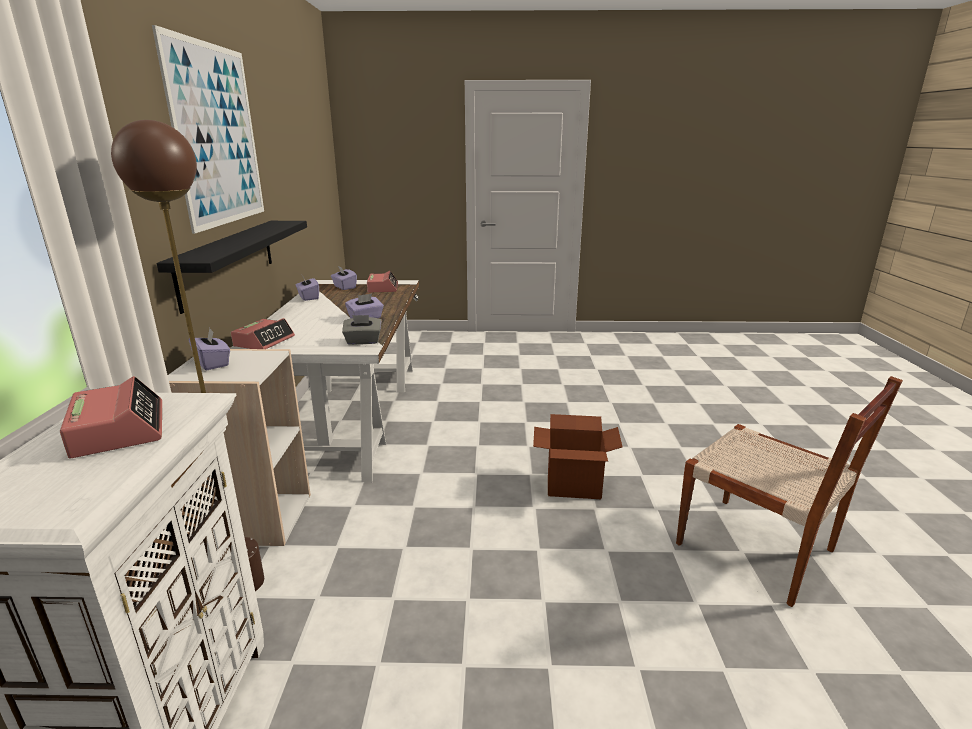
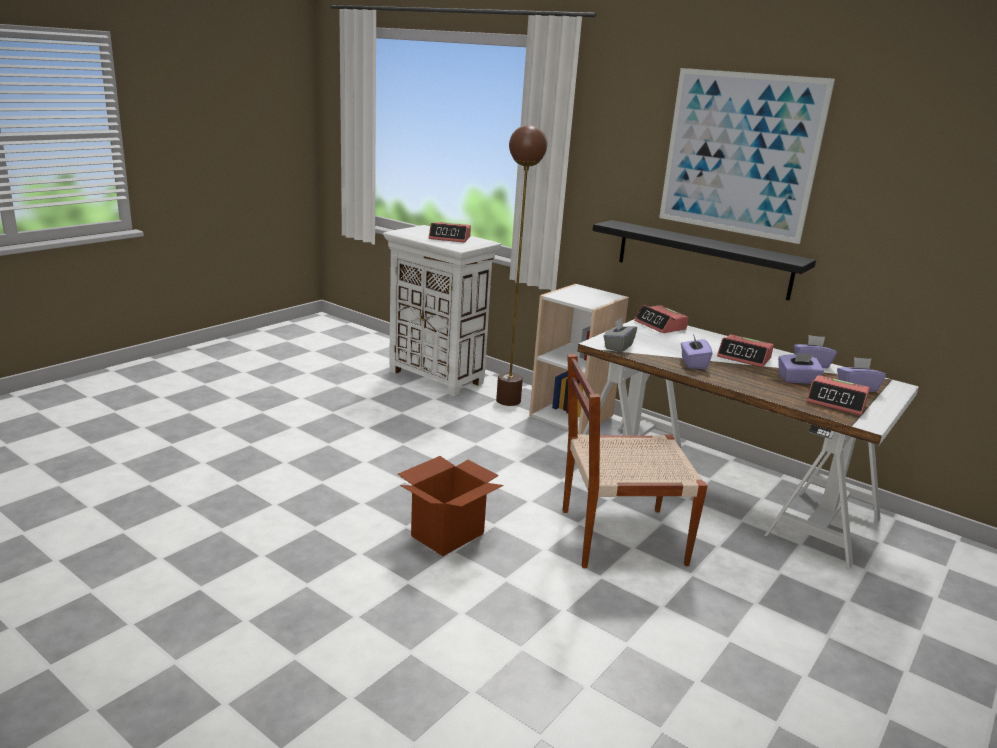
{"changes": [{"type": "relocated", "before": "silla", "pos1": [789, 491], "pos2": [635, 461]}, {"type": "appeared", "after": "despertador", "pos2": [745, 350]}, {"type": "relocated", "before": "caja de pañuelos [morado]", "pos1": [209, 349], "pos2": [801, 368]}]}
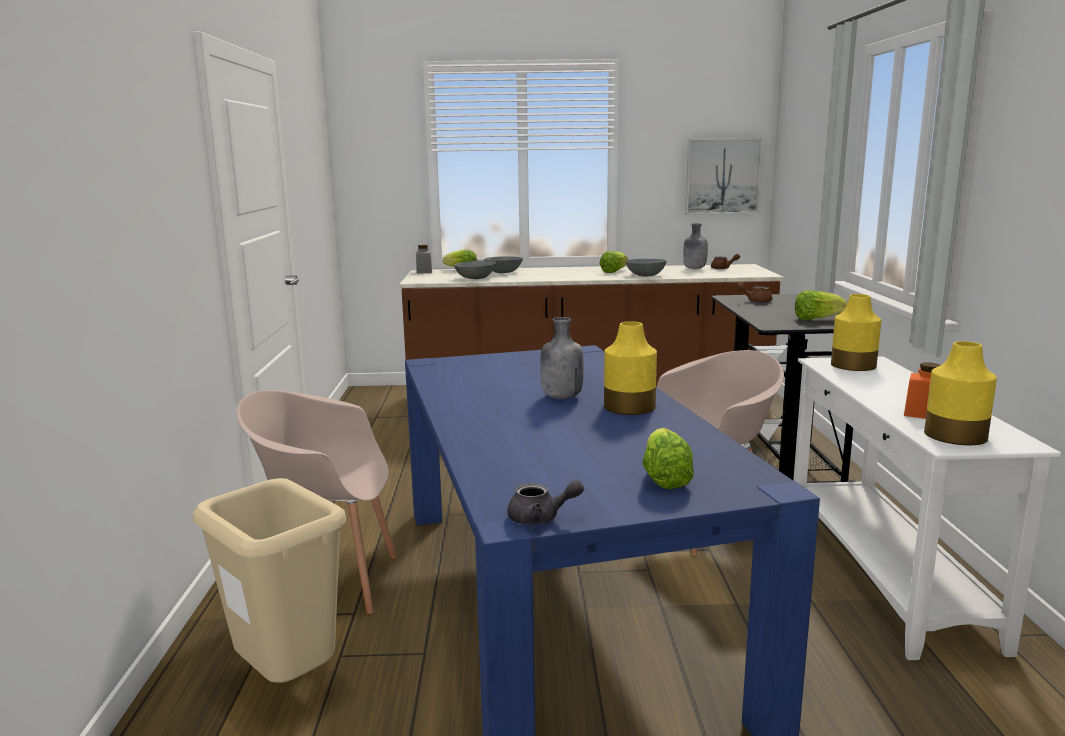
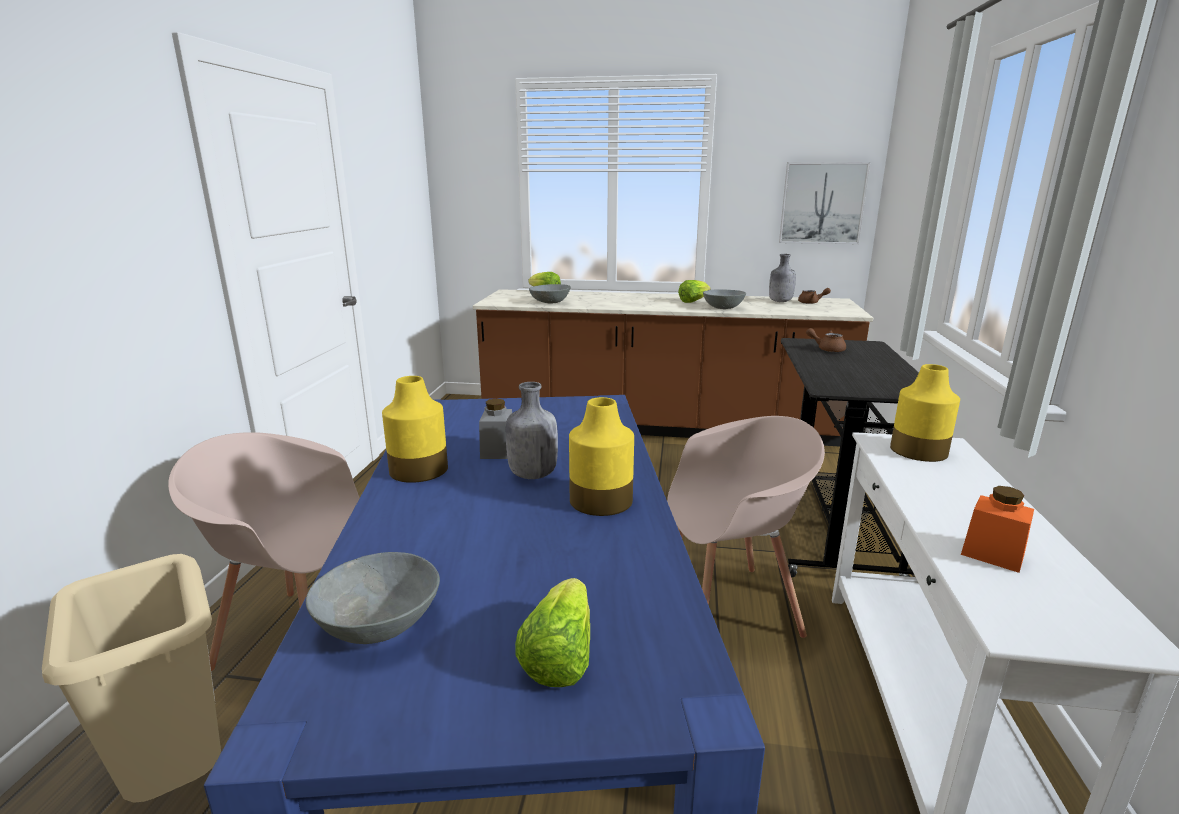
{"changes": [{"type": "relocated", "before": "cuenco [gris]", "pos1": [503, 264], "pos2": [373, 598]}, {"type": "relocated", "before": "florero [amarillo]", "pos1": [960, 393], "pos2": [415, 429]}, {"type": "relocated", "before": "tarro [gris]", "pos1": [424, 259], "pos2": [495, 428]}, {"type": "missing", "before": "tetera [gris]", "pos1": [546, 502]}, {"type": "missing", "before": "lechuga", "pos1": [821, 305]}]}
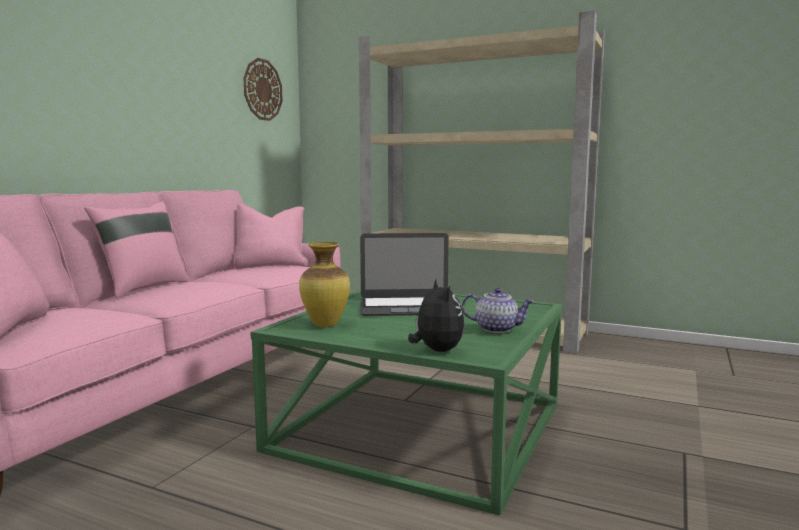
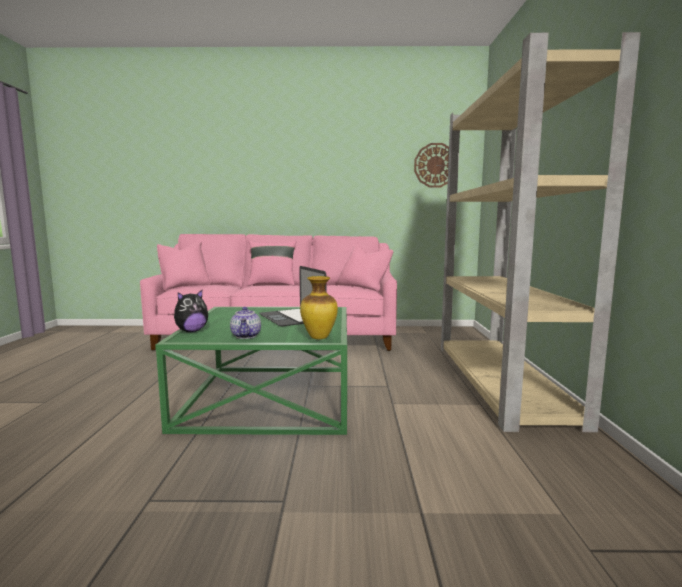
{"changes": [{"type": "relocated", "before": "florero", "pos1": [324, 284], "pos2": [319, 307]}]}
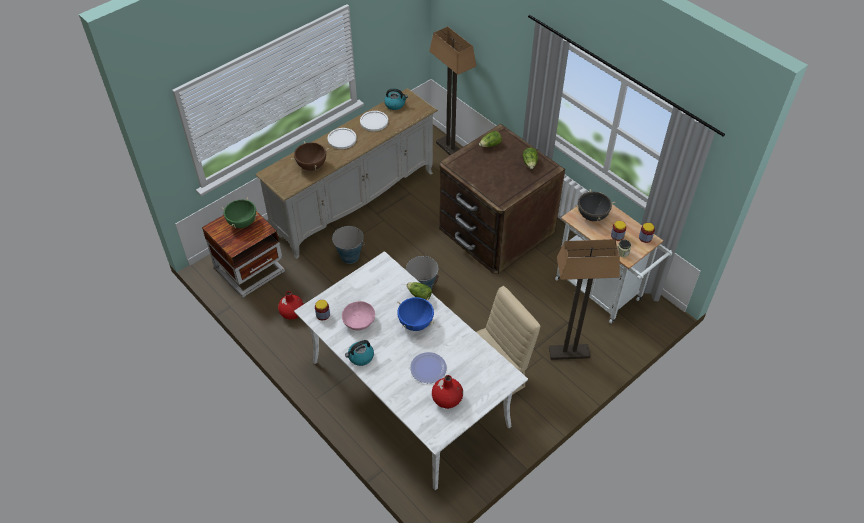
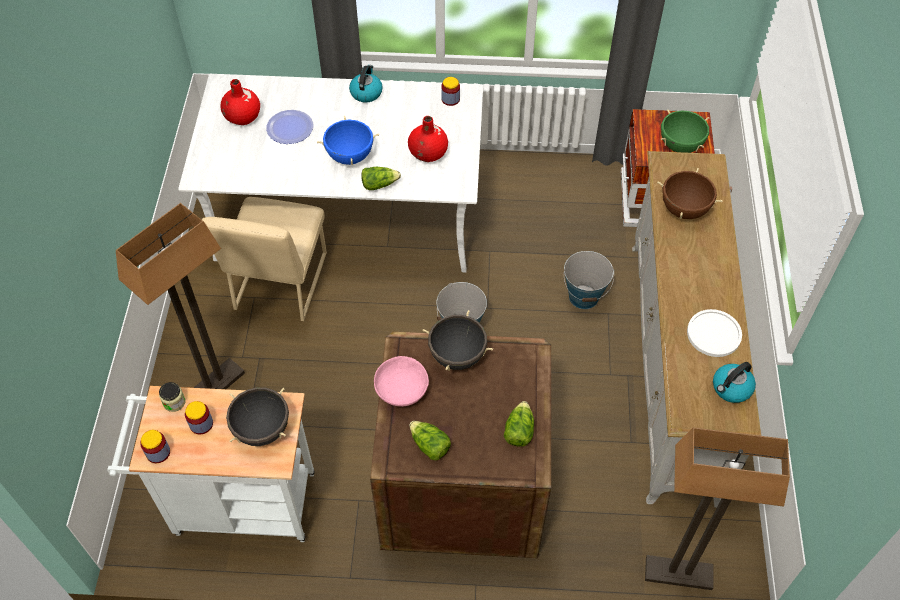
{"changes": [{"type": "relocated", "before": "cuenco [rosa]", "pos1": [358, 315], "pos2": [401, 381]}, {"type": "relocated", "before": "florero [rojo]", "pos1": [291, 305], "pos2": [428, 139]}, {"type": "appeared", "after": "olla [negro]", "pos2": [458, 340]}, {"type": "missing", "before": "plato [blanco]", "pos1": [342, 138]}]}
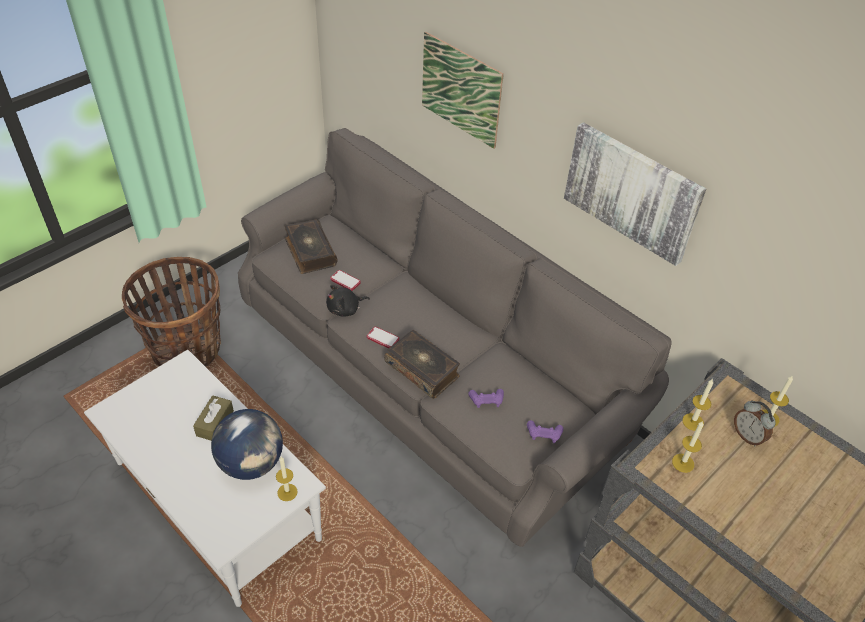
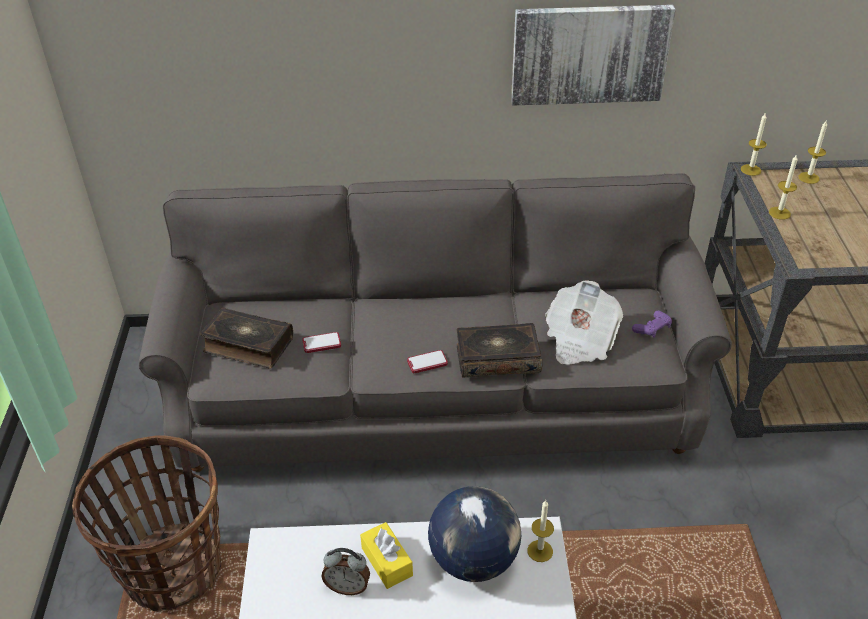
{"changes": [{"type": "relocated", "before": "despertador", "pos1": [755, 423], "pos2": [346, 571]}, {"type": "colour", "before": "caja de pañuelos [marrón]", "after": "caja de pañuelos [amarillo]", "pos1": [213, 418], "pos2": [386, 555]}, {"type": "exchanged", "before": "mando de consola [morado]", "after": "periódico", "pos1": [486, 398], "pos2": [584, 322]}, {"type": "relocated", "before": "vela", "pos1": [688, 447], "pos2": [754, 144]}, {"type": "missing", "before": "peluche [negro]", "pos1": [348, 301]}, {"type": "missing", "before": "cuadro", "pos1": [463, 90]}]}
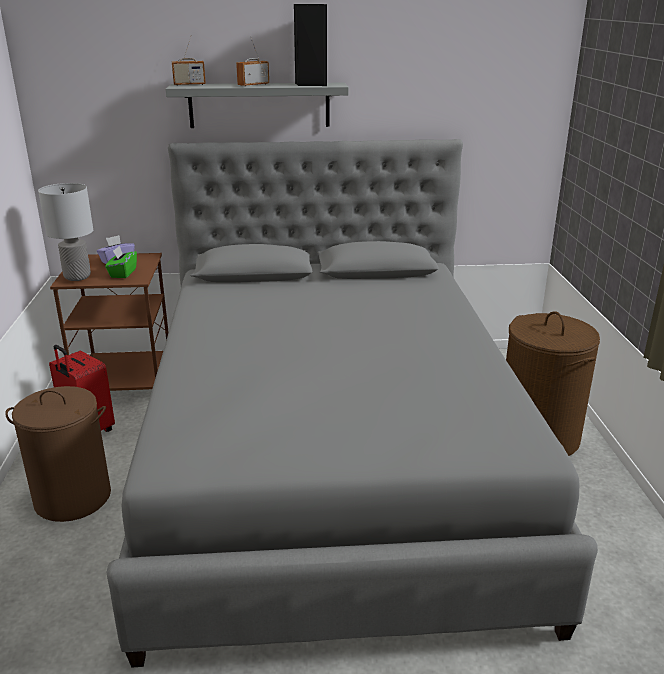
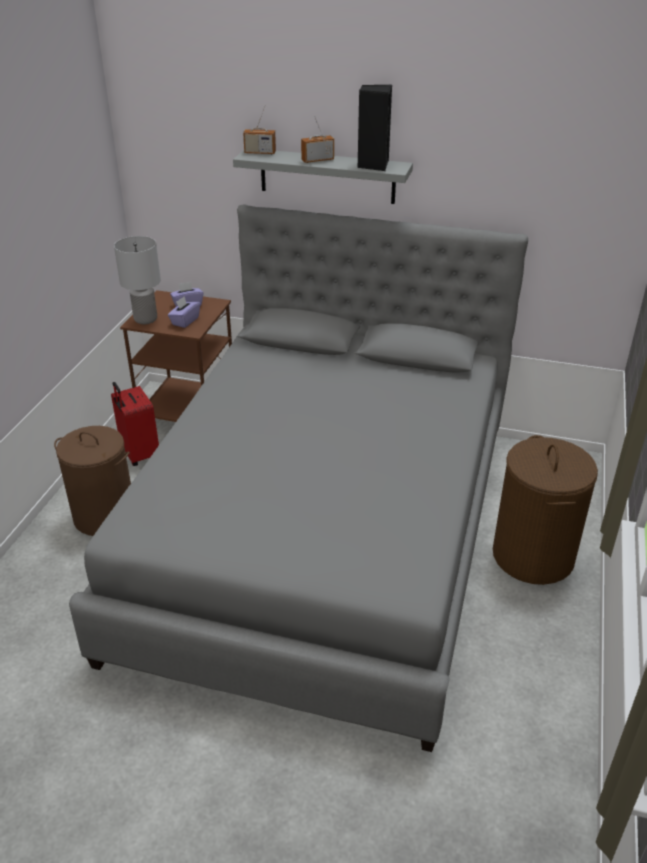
{"changes": [{"type": "colour", "before": "caja de pañuelos [verde]", "after": "caja de pañuelos [morado]", "pos1": [121, 262], "pos2": [184, 312]}]}
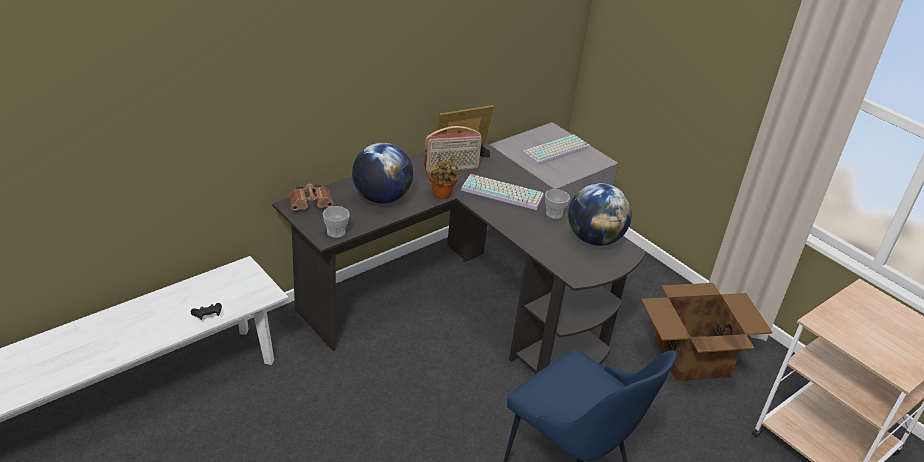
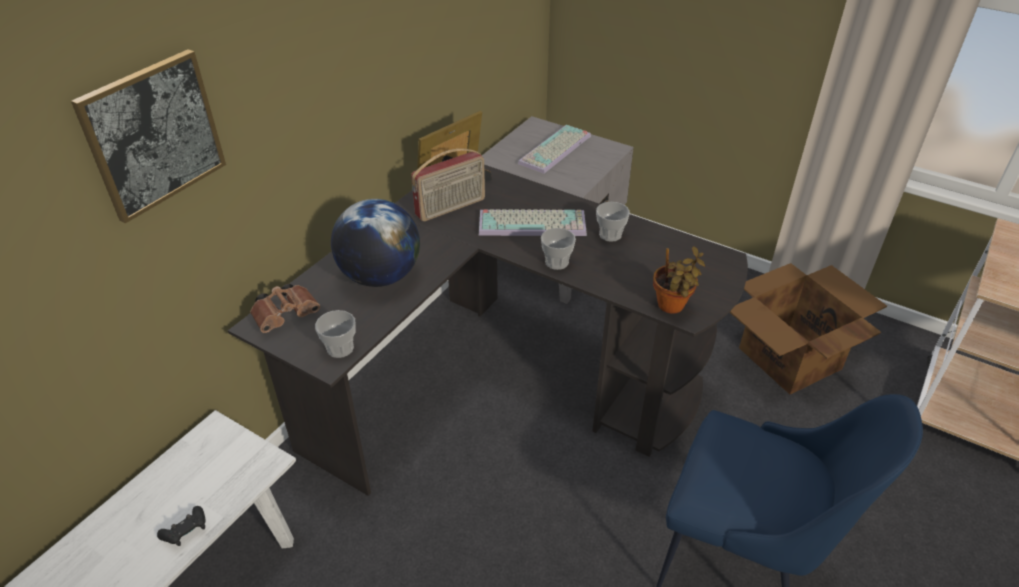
{"changes": [{"type": "appeared", "after": "cuadro", "pos2": [148, 136]}, {"type": "appeared", "after": "taza", "pos2": [558, 249]}, {"type": "relocated", "before": "planta en maceta", "pos1": [443, 176], "pos2": [679, 280]}, {"type": "missing", "before": "globo terráqueo", "pos1": [600, 214]}]}
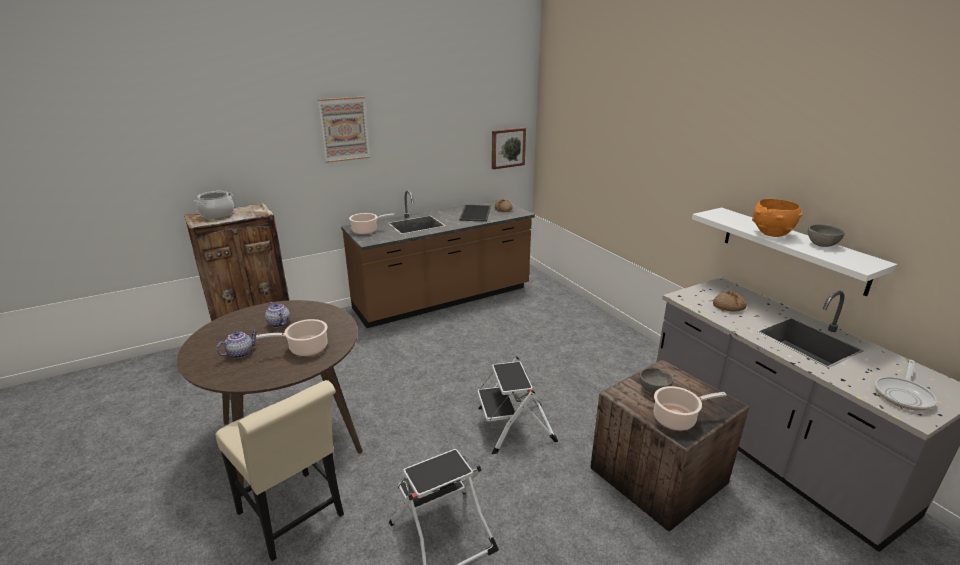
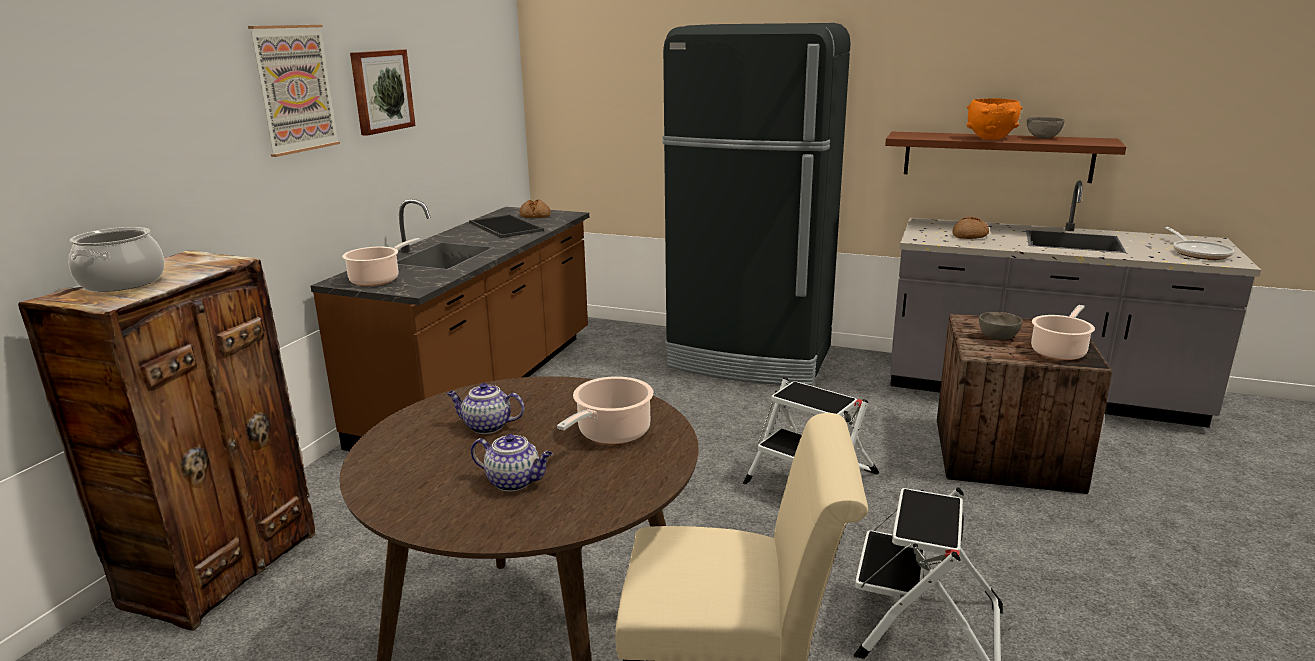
{"changes": [{"type": "relocated", "before": "cuadro", "pos1": [509, 148], "pos2": [382, 92]}, {"type": "spun", "before": "tetera", "pos1": [237, 344], "pos2": [512, 462], "turn": 105}, {"type": "appeared", "after": "nevera [negro]", "pos2": [757, 204]}, {"type": "colour", "before": "estante [blanco]", "after": "estante [marrón]", "pos1": [795, 251], "pos2": [1005, 157]}]}
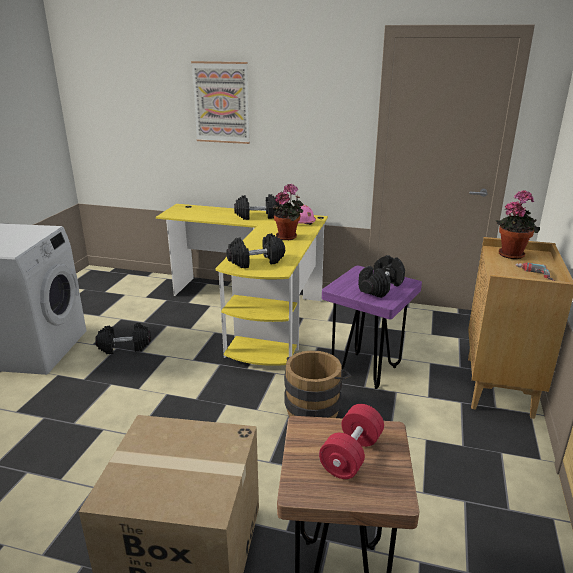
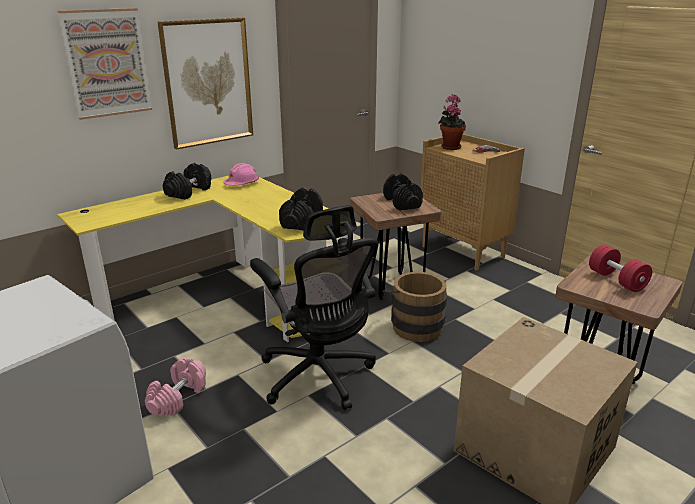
{"changes": [{"type": "colour", "before": "mancuerna [negro]", "after": "mancuerna [rosa]", "pos1": [123, 338], "pos2": [175, 387]}, {"type": "appeared", "after": "cuadro", "pos2": [205, 84]}, {"type": "appeared", "after": "silla de oficina", "pos2": [314, 307]}, {"type": "colour", "before": "taburete [morado]", "after": "taburete [marrón]", "pos1": [372, 327], "pos2": [395, 246]}, {"type": "missing", "before": "planta en maceta", "pos1": [288, 211]}]}
